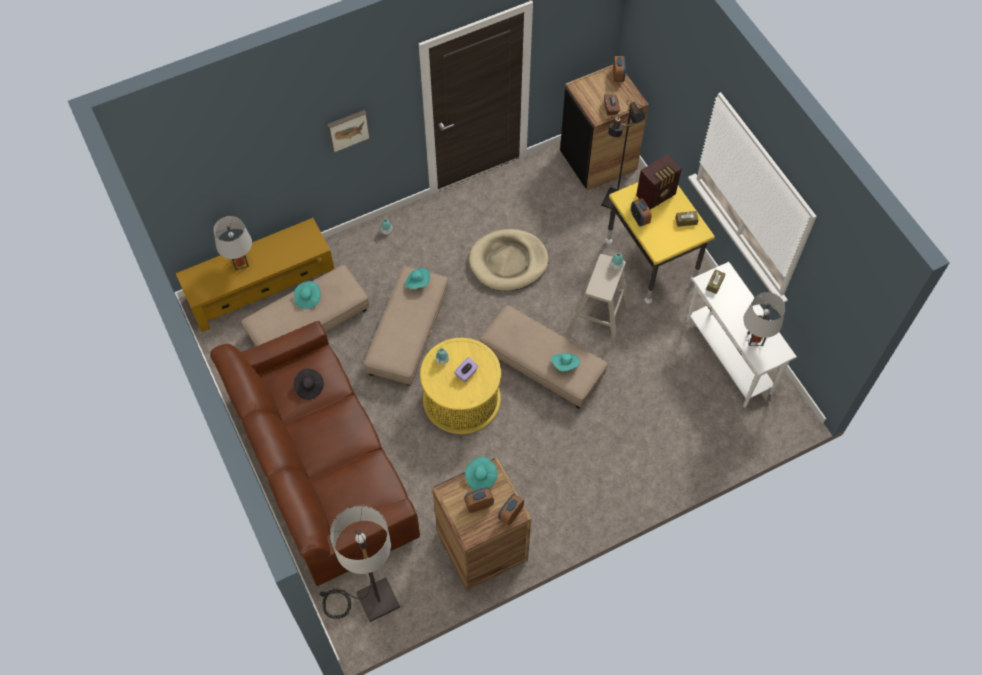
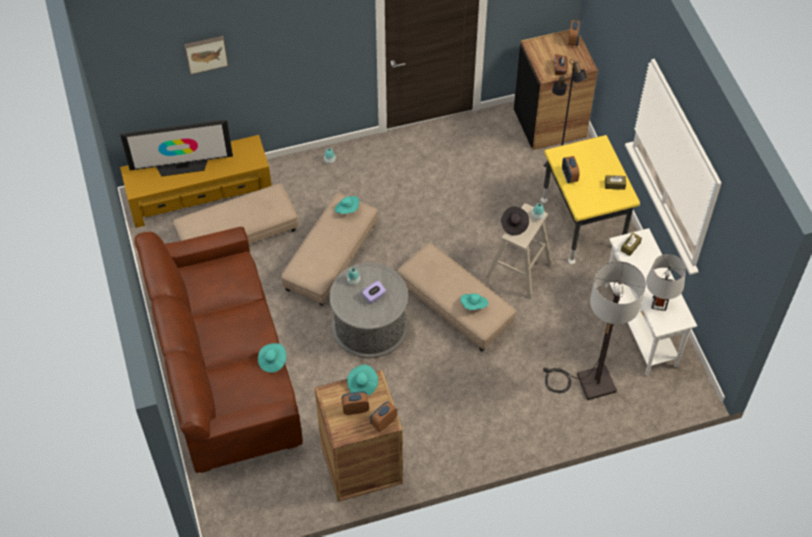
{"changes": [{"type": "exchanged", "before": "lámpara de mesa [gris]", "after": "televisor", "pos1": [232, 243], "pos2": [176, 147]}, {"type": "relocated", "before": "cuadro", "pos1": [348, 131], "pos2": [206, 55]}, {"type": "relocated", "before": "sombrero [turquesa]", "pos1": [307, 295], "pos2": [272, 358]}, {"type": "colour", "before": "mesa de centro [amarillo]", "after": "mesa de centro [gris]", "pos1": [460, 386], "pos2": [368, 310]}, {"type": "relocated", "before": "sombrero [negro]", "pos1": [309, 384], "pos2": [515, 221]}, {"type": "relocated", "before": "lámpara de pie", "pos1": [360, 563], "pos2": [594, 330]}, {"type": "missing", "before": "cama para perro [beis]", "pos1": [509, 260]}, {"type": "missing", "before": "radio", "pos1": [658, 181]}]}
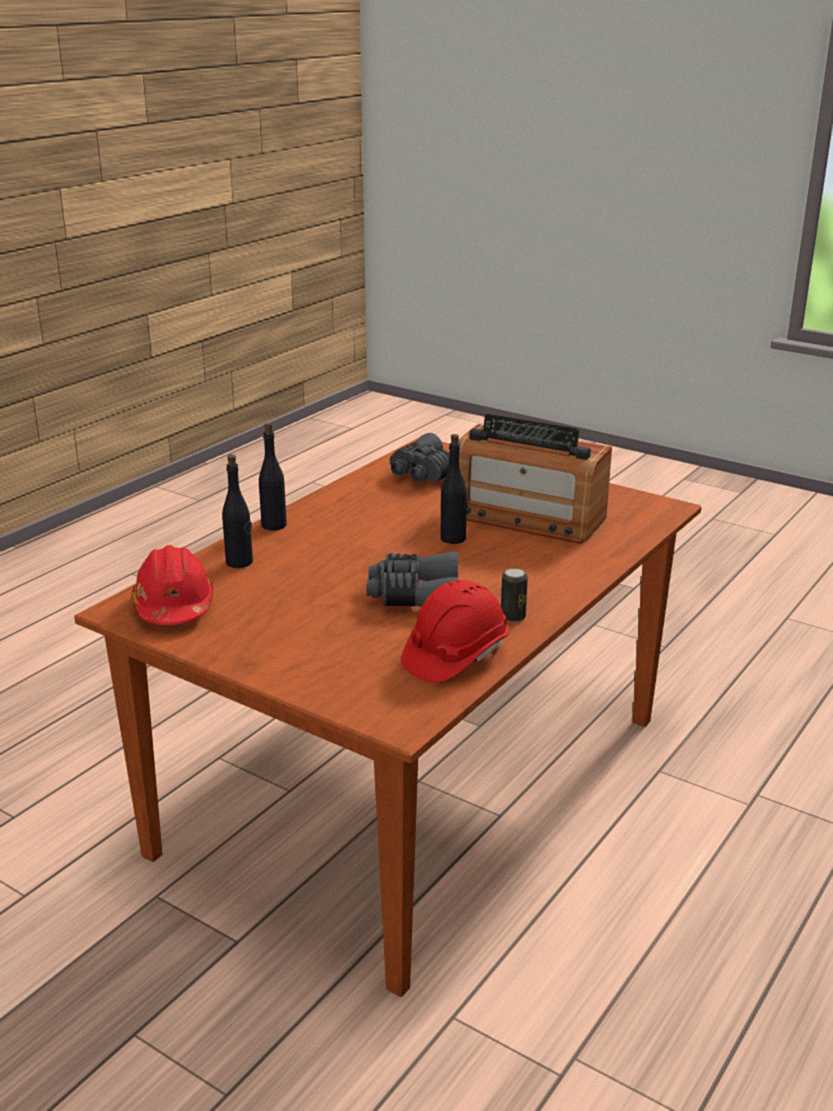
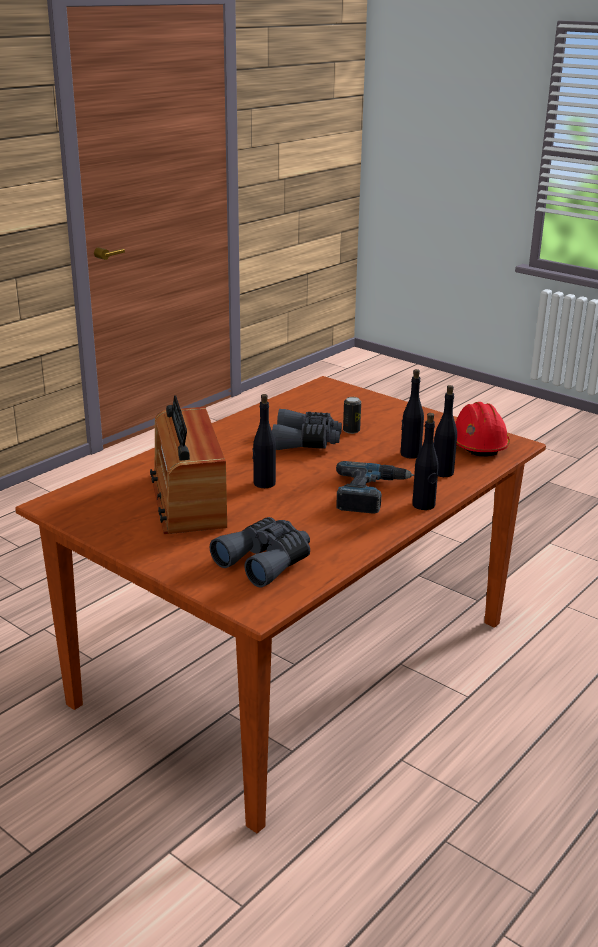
{"changes": [{"type": "spun", "before": "radio", "pos1": [535, 479], "pos2": [188, 464], "turn": -135}, {"type": "appeared", "after": "taladro", "pos2": [375, 487]}, {"type": "relocated", "before": "lata", "pos1": [514, 595], "pos2": [352, 415]}, {"type": "appeared", "after": "botella [negro]", "pos2": [412, 414]}, {"type": "missing", "before": "casco [rojo]", "pos1": [455, 631]}]}
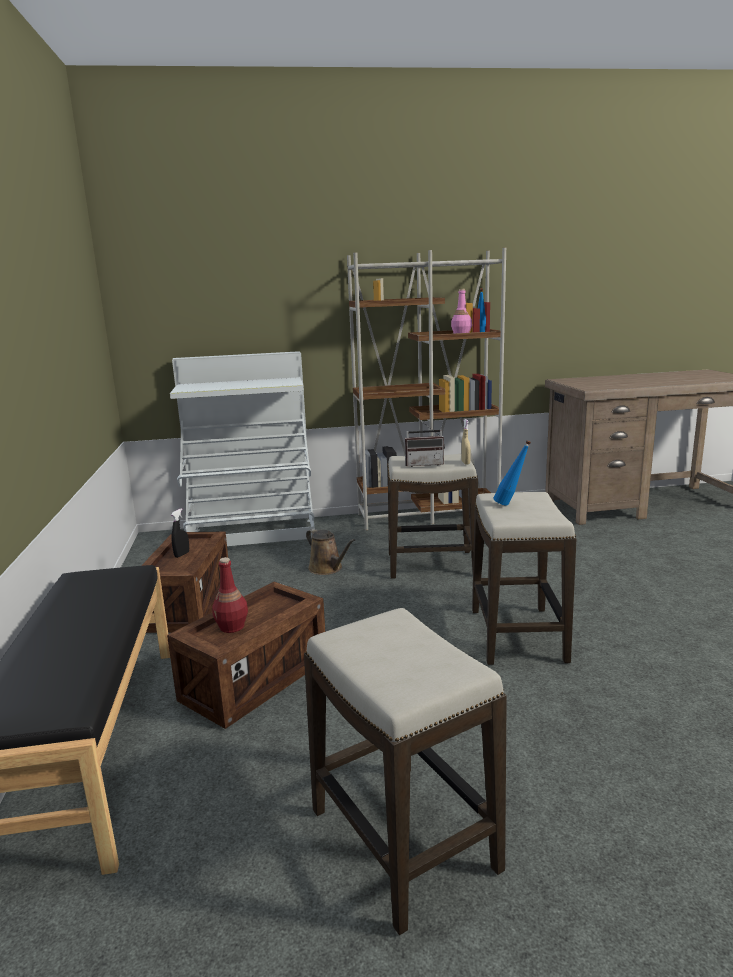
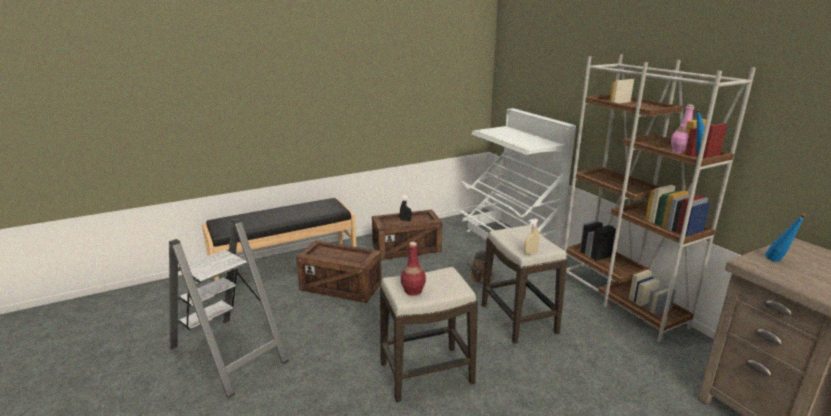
{"changes": [{"type": "exchanged", "before": "taburete", "after": "escalera de tijera [gris]", "pos1": [405, 772], "pos2": [229, 308]}, {"type": "relocated", "before": "botella [rojo]", "pos1": [230, 595], "pos2": [413, 269]}, {"type": "relocated", "before": "botella [azul]", "pos1": [512, 473], "pos2": [786, 237]}, {"type": "missing", "before": "radio", "pos1": [425, 443]}]}
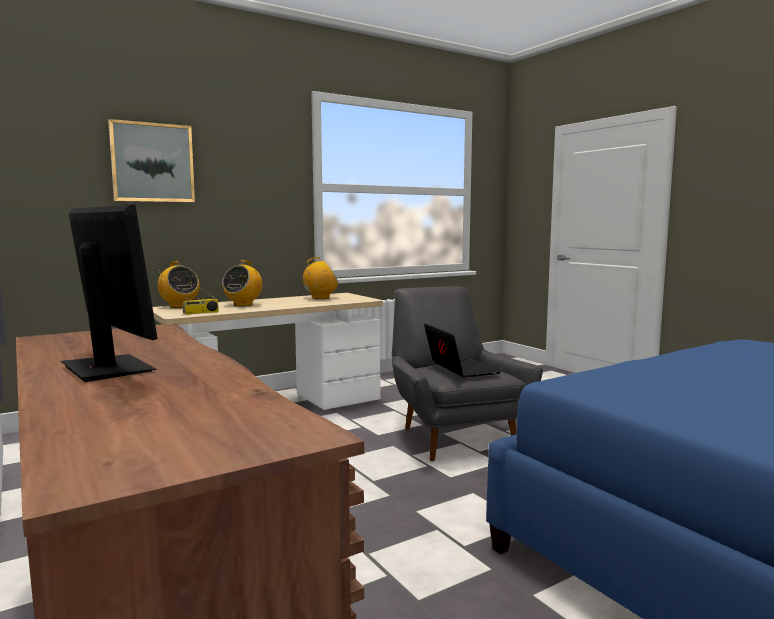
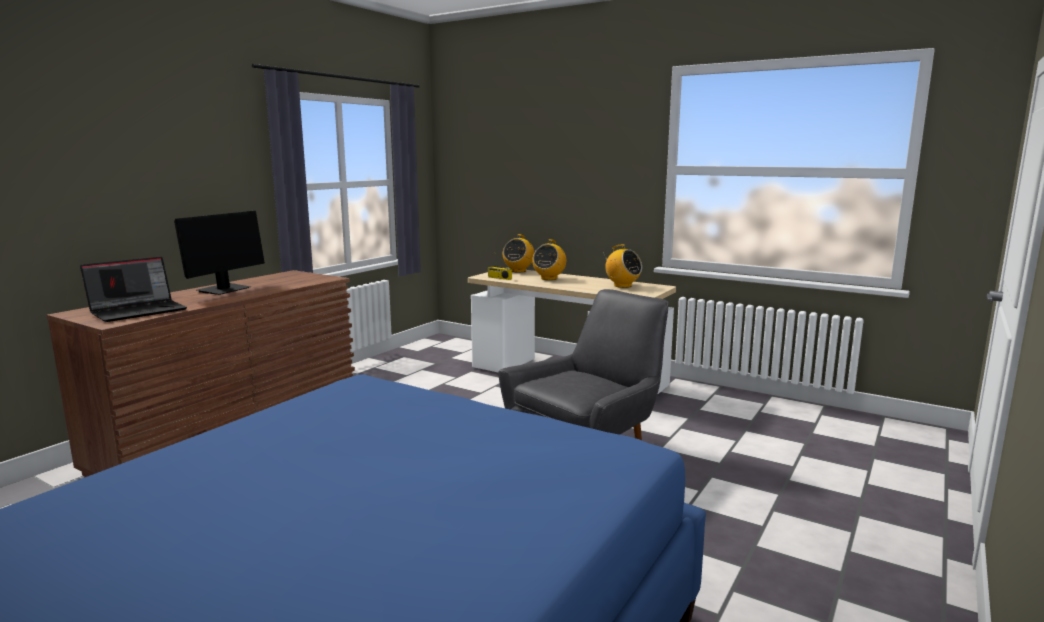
{"changes": [{"type": "relocated", "before": "portátil", "pos1": [462, 350], "pos2": [133, 289]}, {"type": "spun", "before": "radio", "pos1": [242, 283], "pos2": [549, 259], "turn": -60}, {"type": "missing", "before": "cuadro", "pos1": [151, 160]}]}
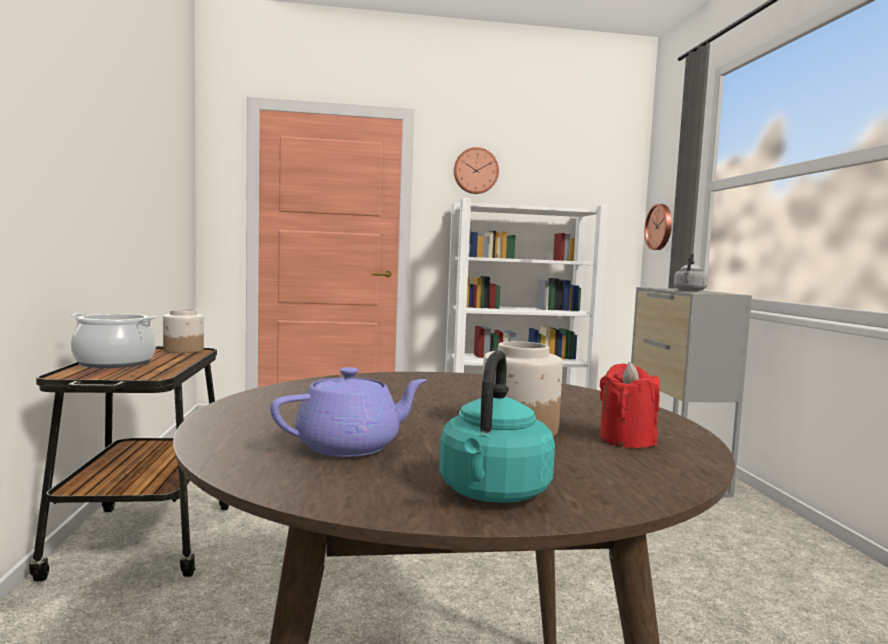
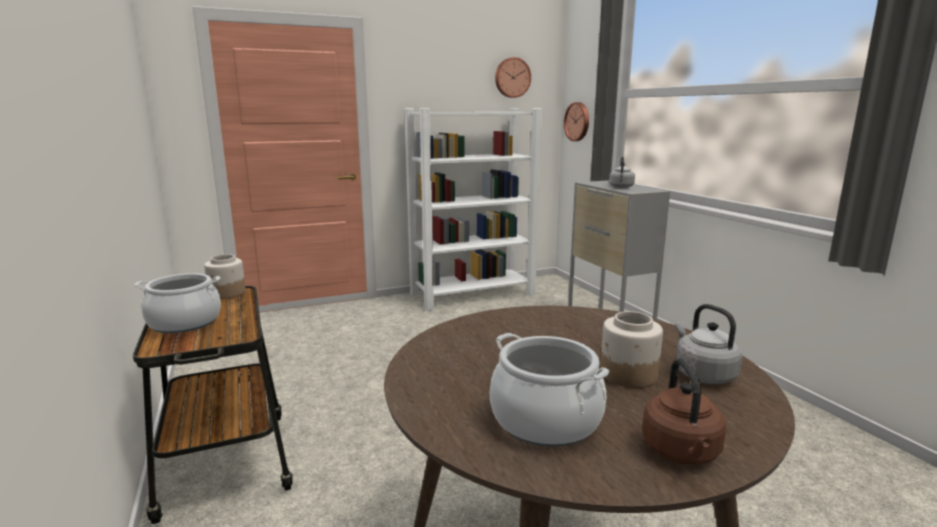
{"changes": [{"type": "exchanged", "before": "tetera [morado]", "after": "olla", "pos1": [348, 412], "pos2": [549, 389]}, {"type": "relocated", "before": "reloj de pared", "pos1": [476, 170], "pos2": [513, 77]}, {"type": "colour", "before": "hervidor [turquesa]", "after": "hervidor [marrón]", "pos1": [497, 426], "pos2": [684, 411]}, {"type": "exchanged", "before": "vela [rojo]", "after": "hervidor [gris]", "pos1": [630, 404], "pos2": [708, 344]}]}
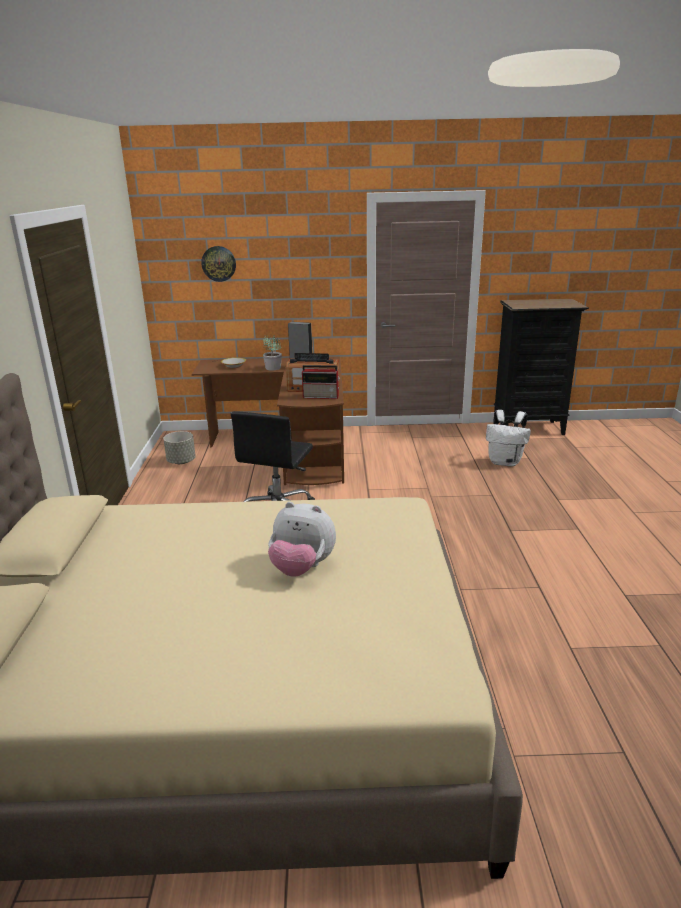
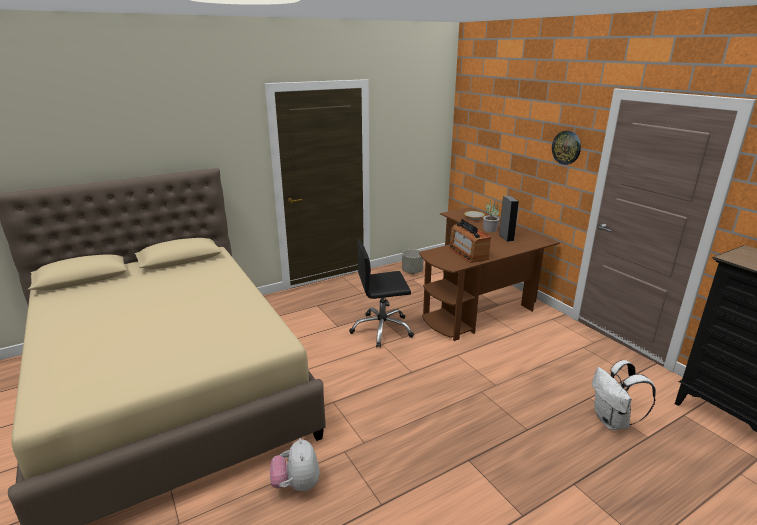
{"changes": [{"type": "relocated", "before": "peluche", "pos1": [302, 539], "pos2": [295, 464]}, {"type": "relocated", "before": "reloj de pared", "pos1": [218, 264], "pos2": [566, 148]}, {"type": "missing", "before": "radio", "pos1": [321, 382]}]}
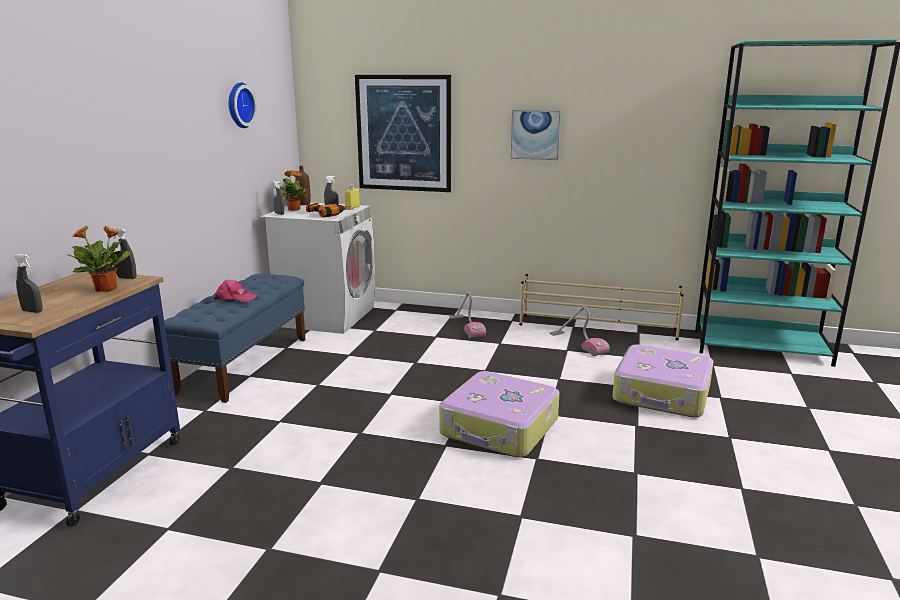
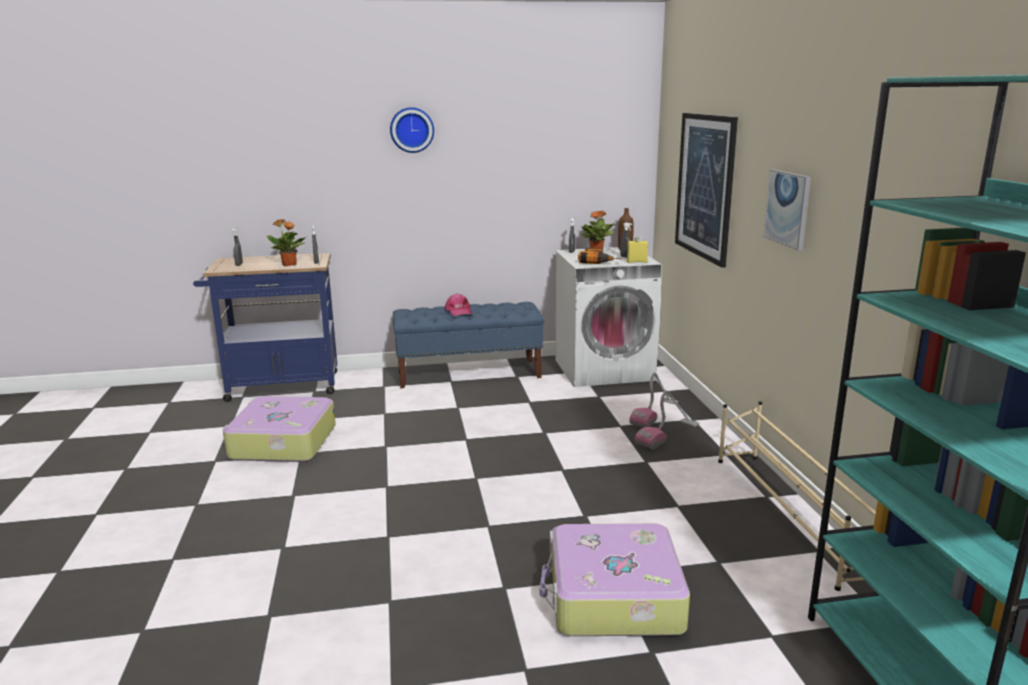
{"changes": [{"type": "relocated", "before": "maleta", "pos1": [499, 414], "pos2": [279, 429]}, {"type": "relocated", "before": "reloj de pared", "pos1": [242, 105], "pos2": [412, 130]}, {"type": "relocated", "before": "aspiradora", "pos1": [579, 331], "pos2": [653, 399]}]}
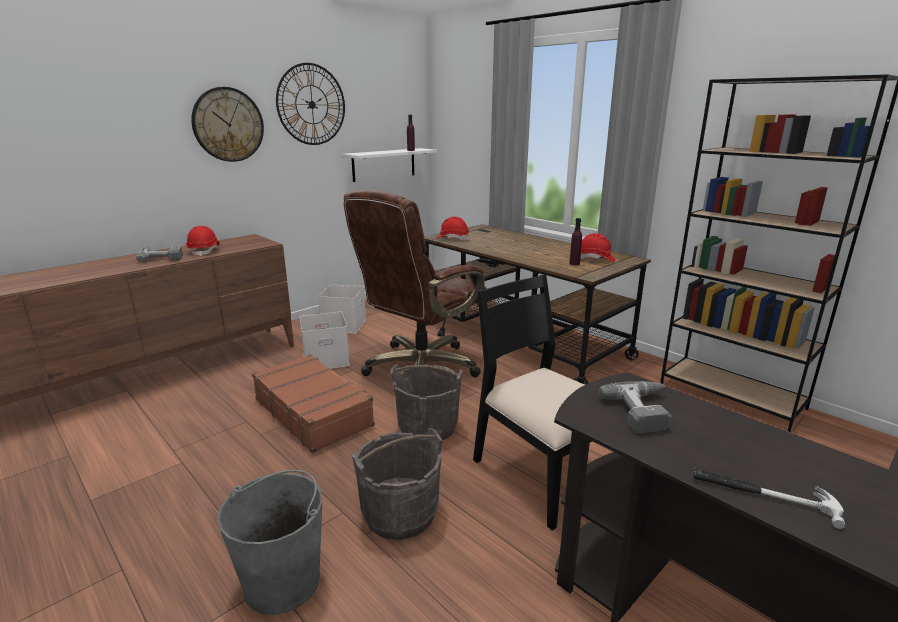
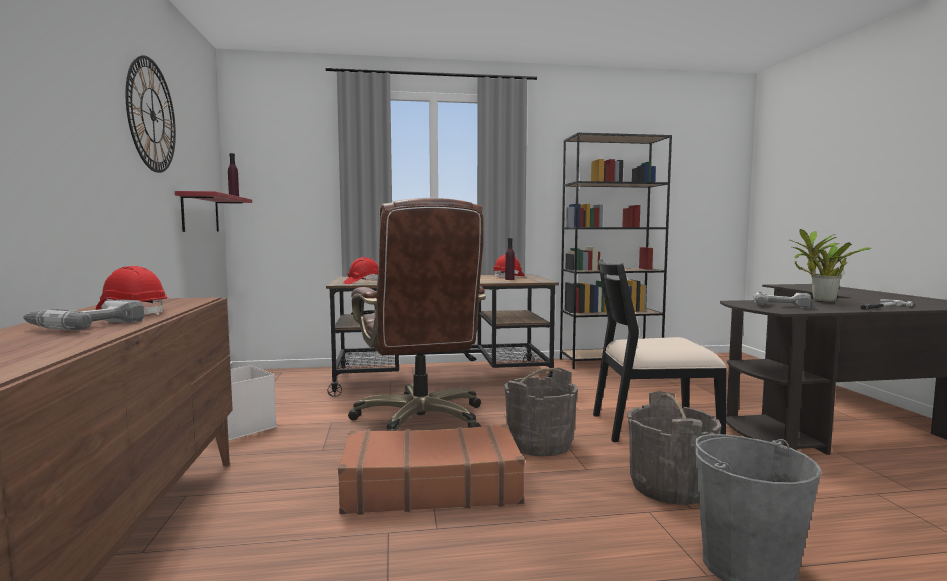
{"changes": [{"type": "colour", "before": "estante [blanco]", "after": "estante [rojo]", "pos1": [389, 165], "pos2": [213, 211]}, {"type": "appeared", "after": "planta en maceta", "pos2": [830, 265]}, {"type": "missing", "before": "reloj de pared", "pos1": [227, 124]}, {"type": "missing", "before": "caja de almacenaje [blanco]", "pos1": [325, 340]}]}
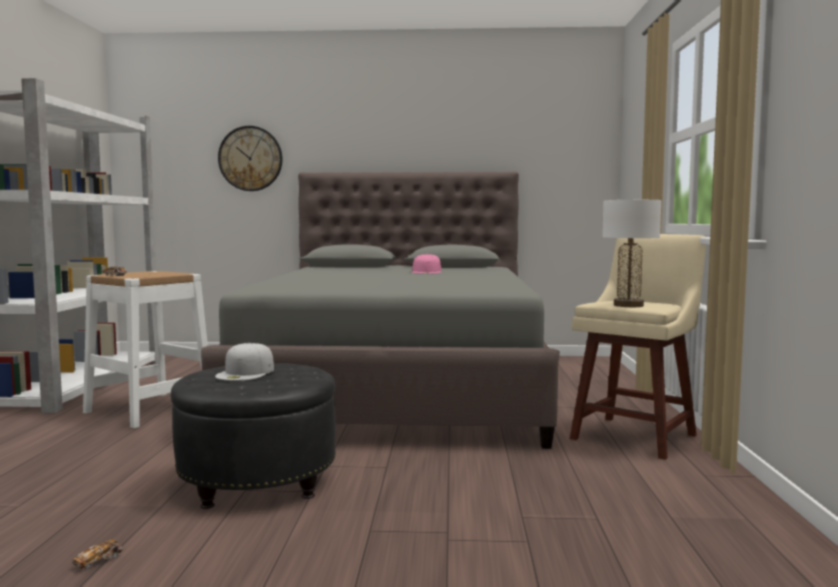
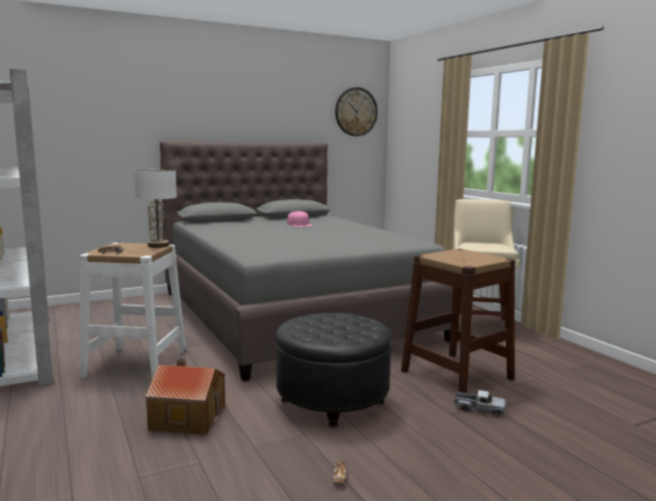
{"changes": [{"type": "relocated", "before": "lámpara de mesa", "pos1": [631, 253], "pos2": [155, 209]}, {"type": "appeared", "after": "casita", "pos2": [185, 396]}, {"type": "relocated", "before": "reloj de pared", "pos1": [250, 158], "pos2": [356, 111]}, {"type": "appeared", "after": "taburete [marrón]", "pos2": [458, 321]}, {"type": "appeared", "after": "camión de juguete", "pos2": [480, 403]}, {"type": "missing", "before": "gorra [blanco]", "pos1": [244, 362]}]}
